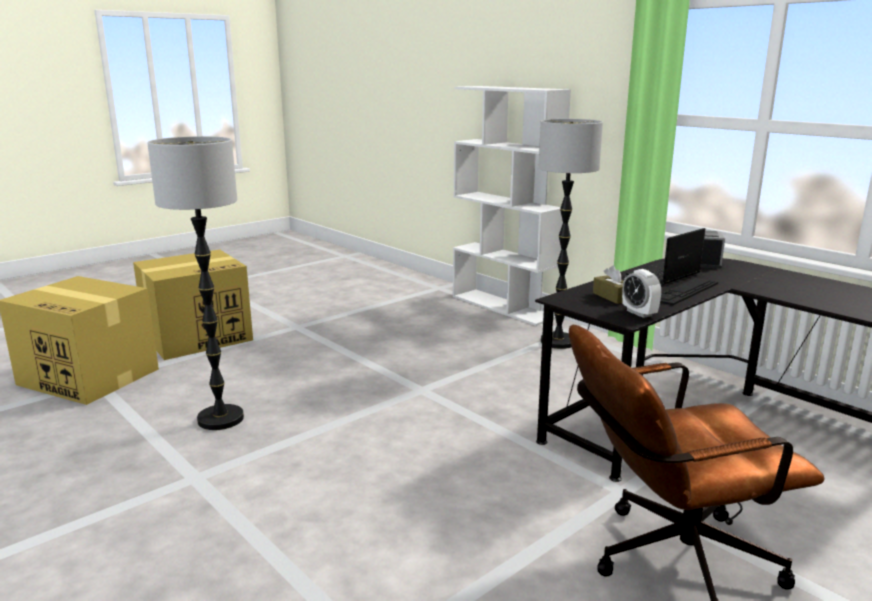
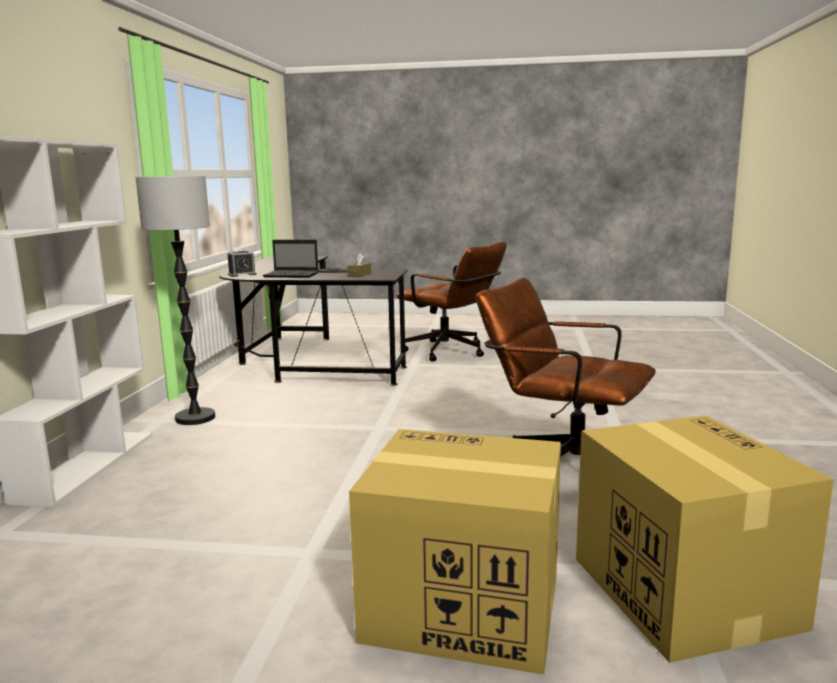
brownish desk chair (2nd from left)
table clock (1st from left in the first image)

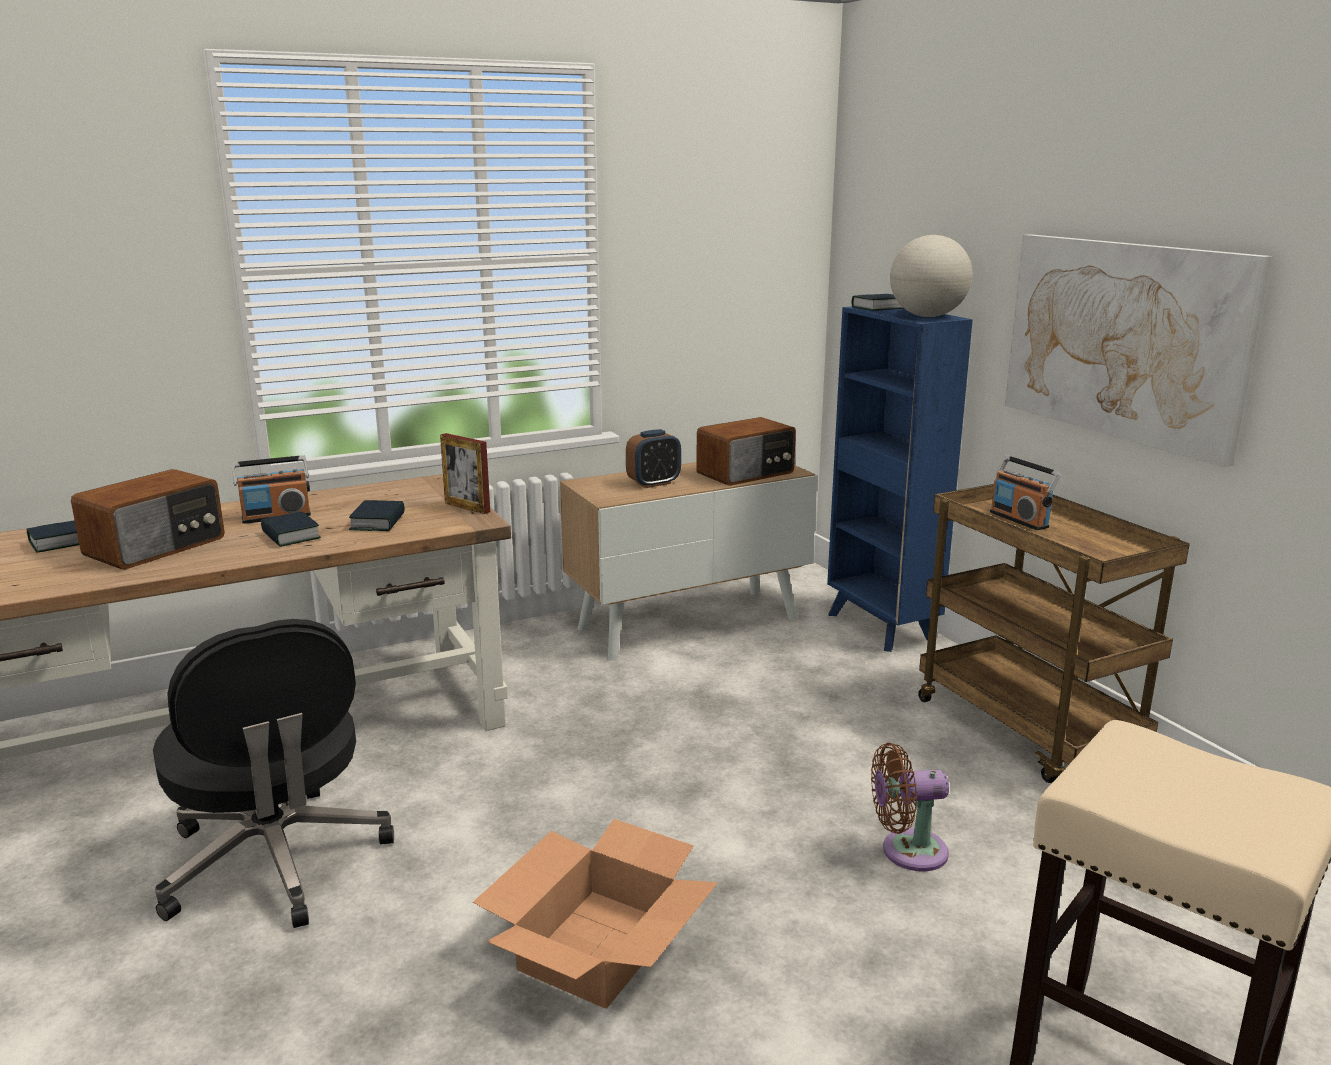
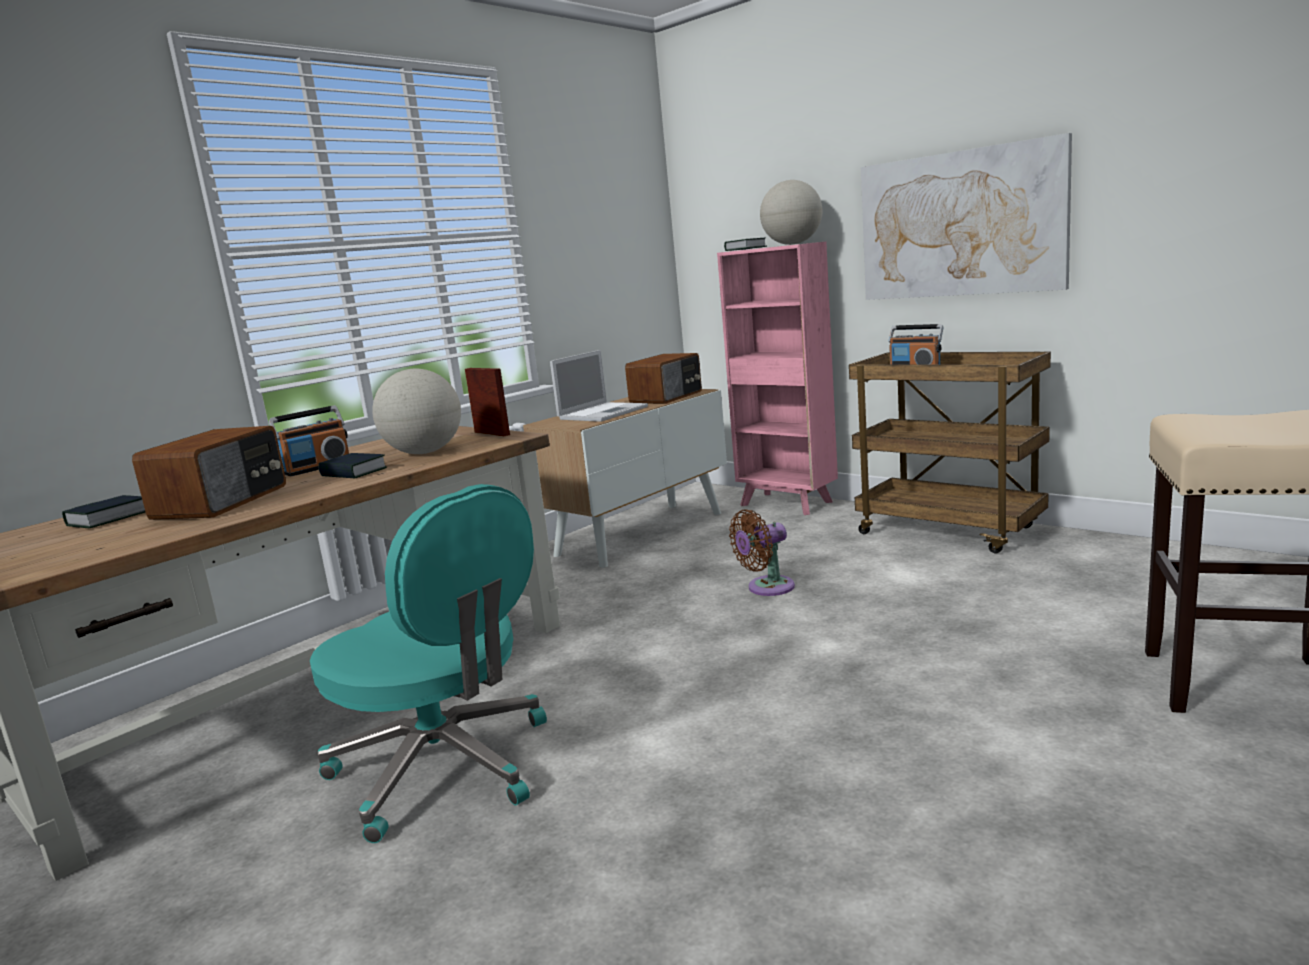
turquoise desk chair
world globe (1st from left)
standing frame
cardboard box
notebook computer
pink-coloured bookcase
brownish cooling fan

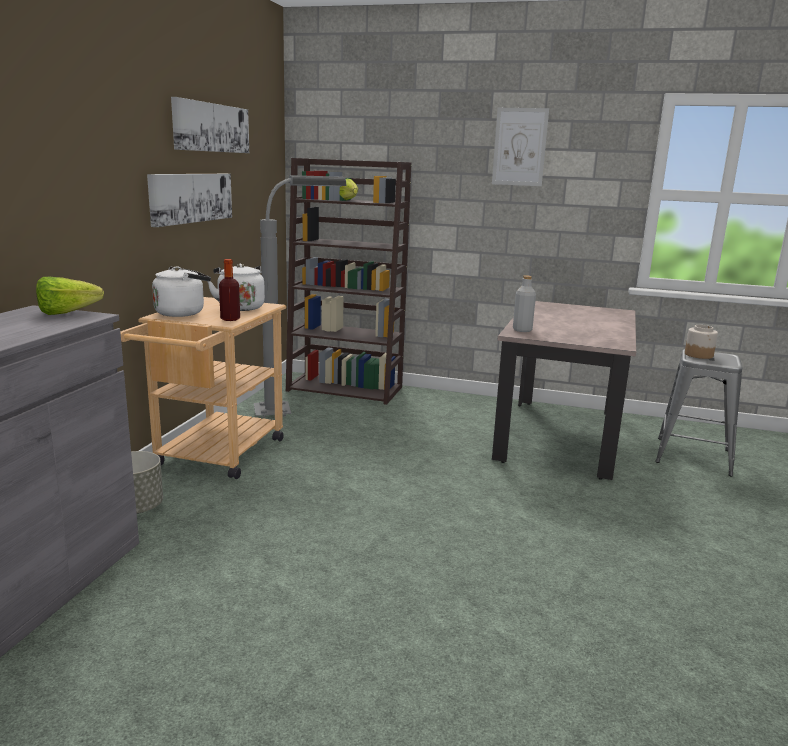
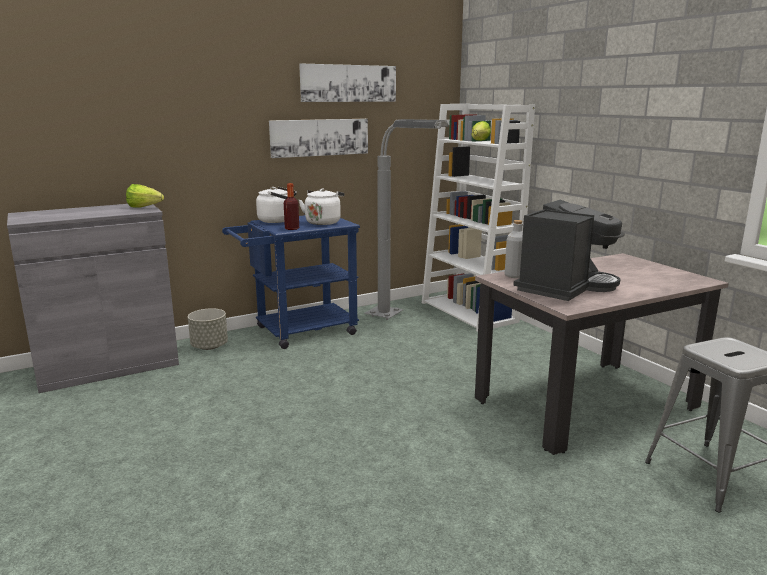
blue trolley
white-coloured bookcase
picture (3rd from left in the first image)
preserve jar
coffee machine

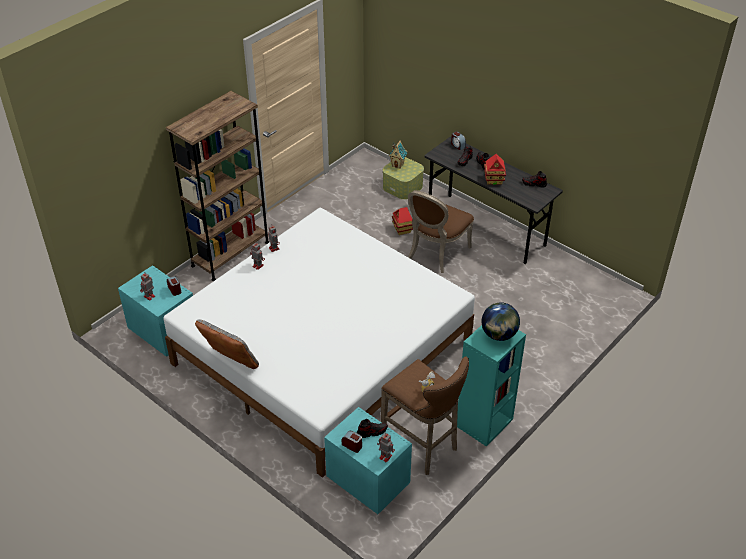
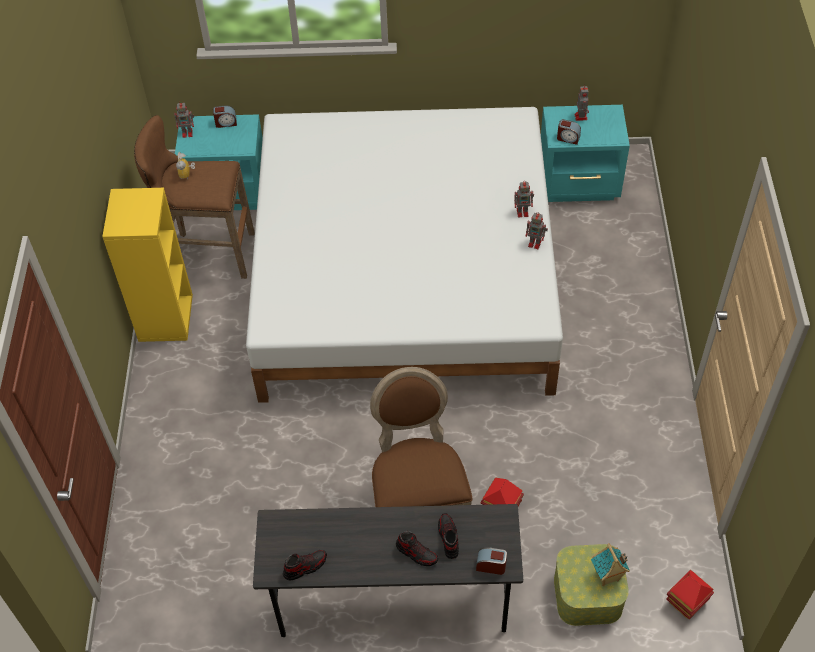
brownish bookcase
gray pillow
shoe (1st from left in the first image)
yellow bookcase
world globe
miniature house (3rd from left)

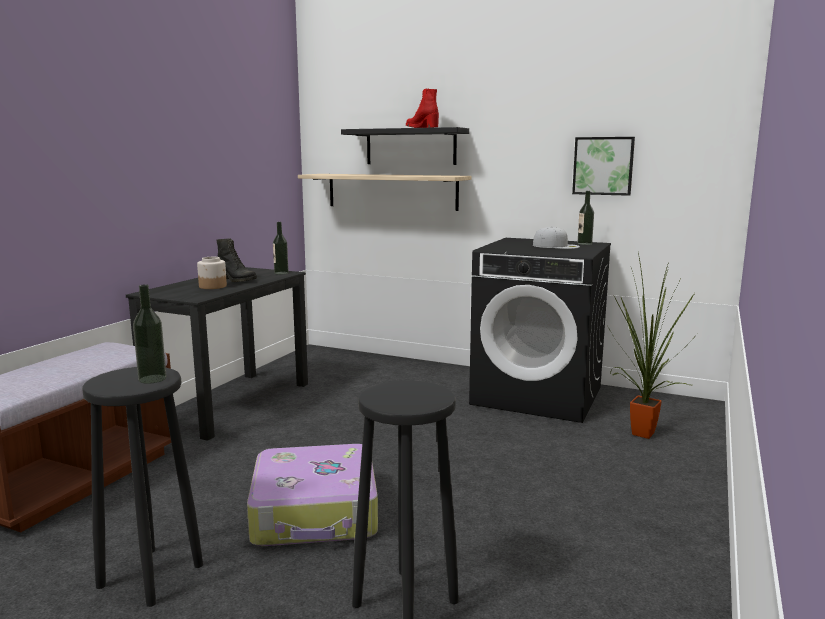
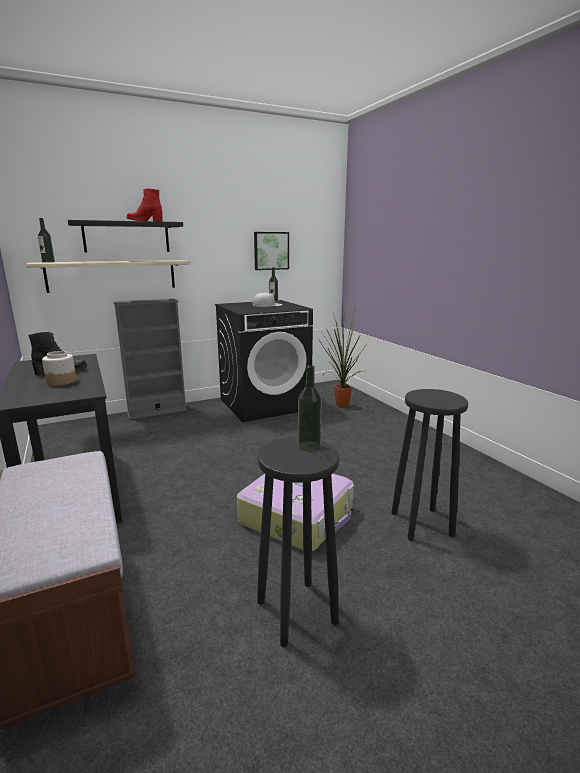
drink bottle (1st from left)
gray bookcase

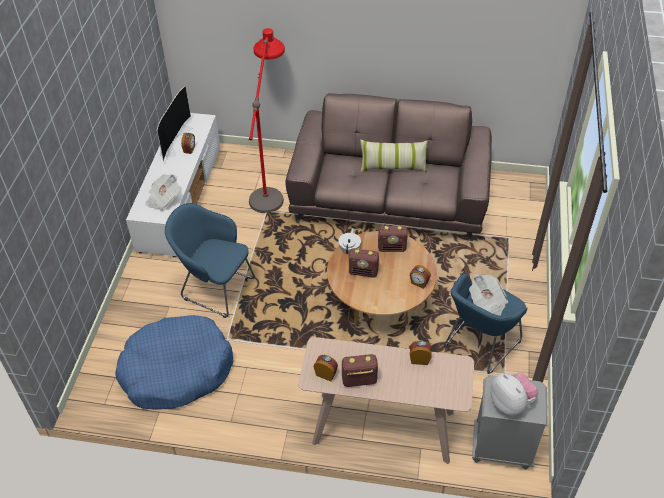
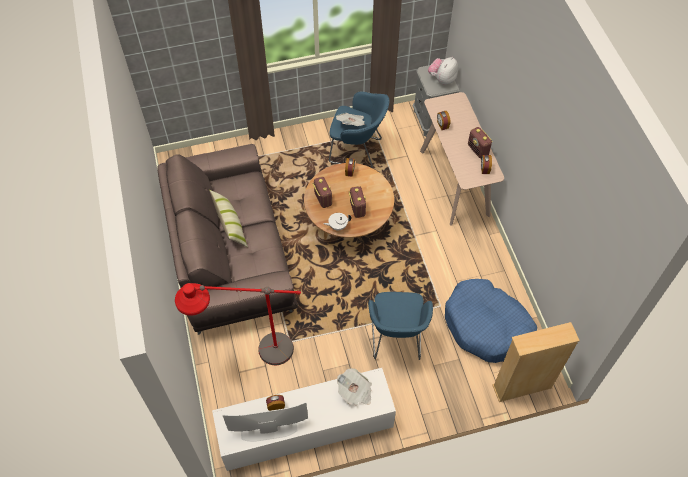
sand-coloured bookcase

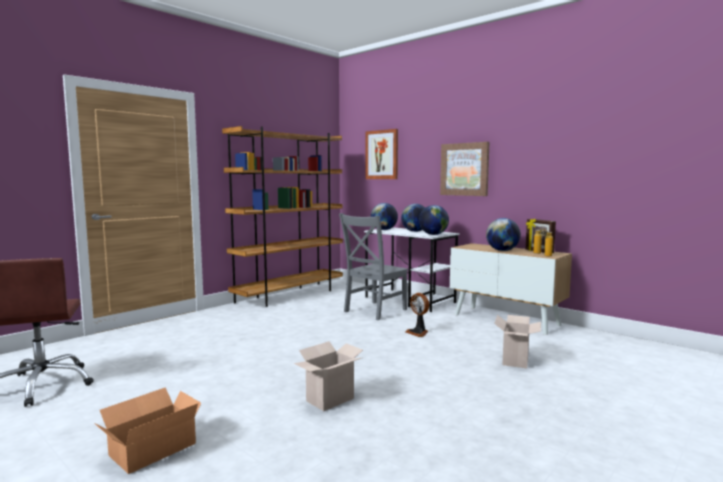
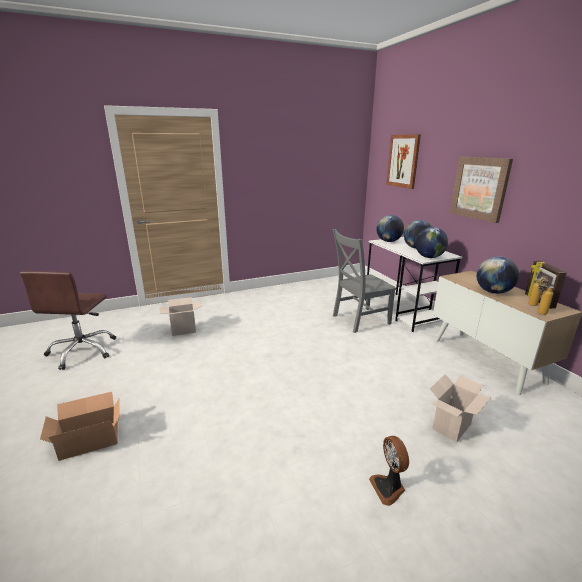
brownish bookcase
cardboard box (2nd from left)
cooling fan

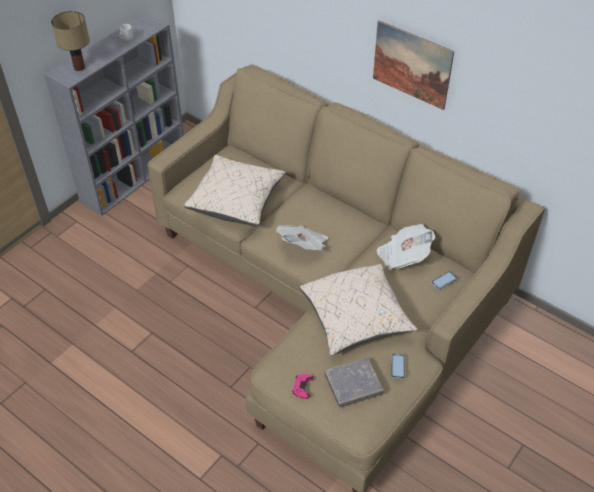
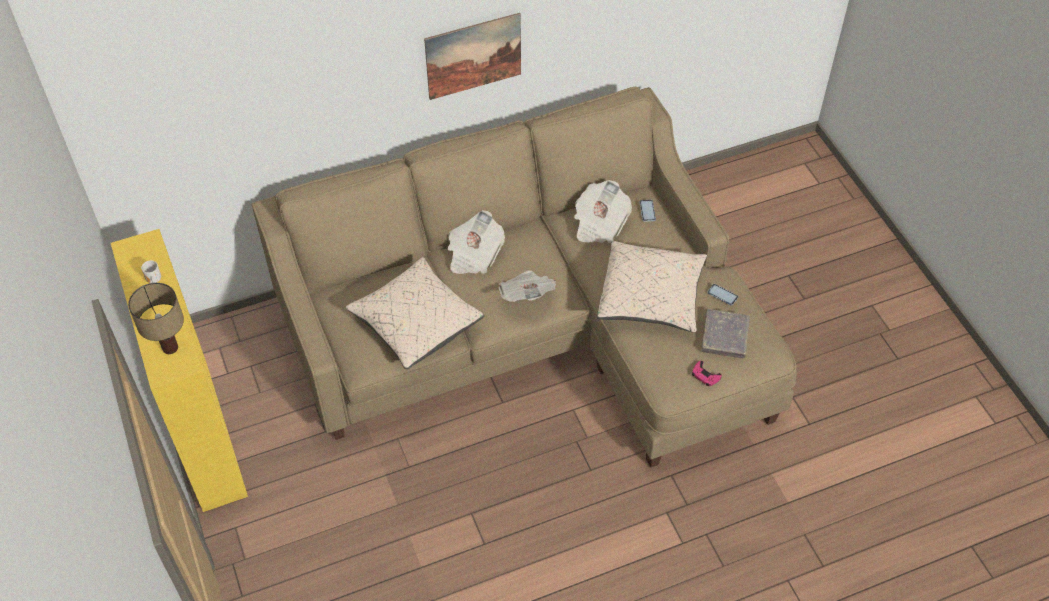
yellow bookcase
newspaper (1st from left)

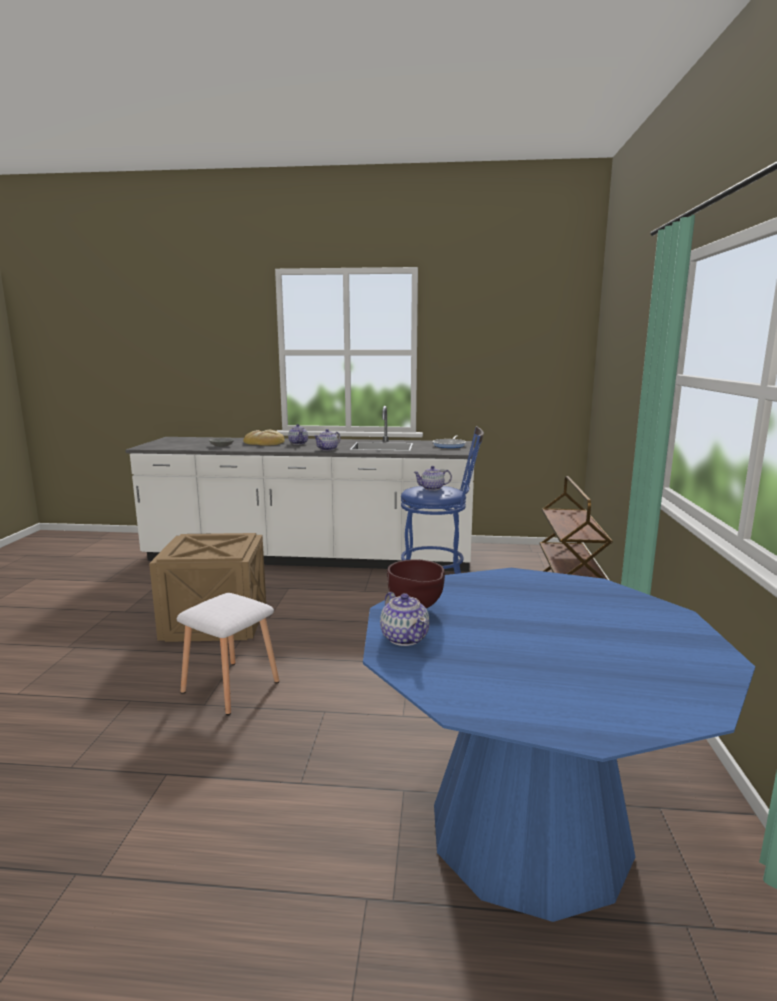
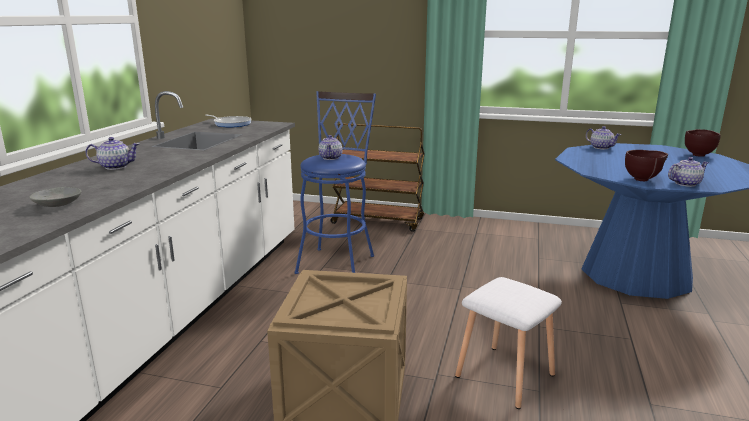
baked bread
tea pot (3rd from left)
brownish bowl (2nd from left)

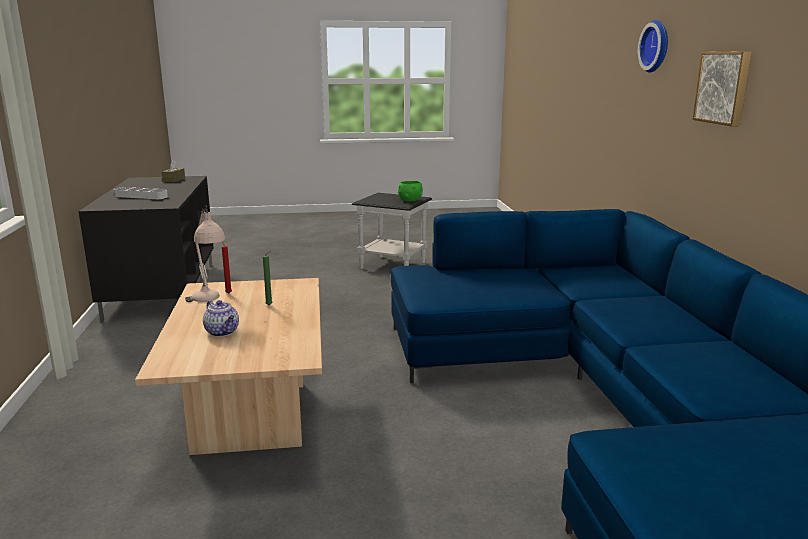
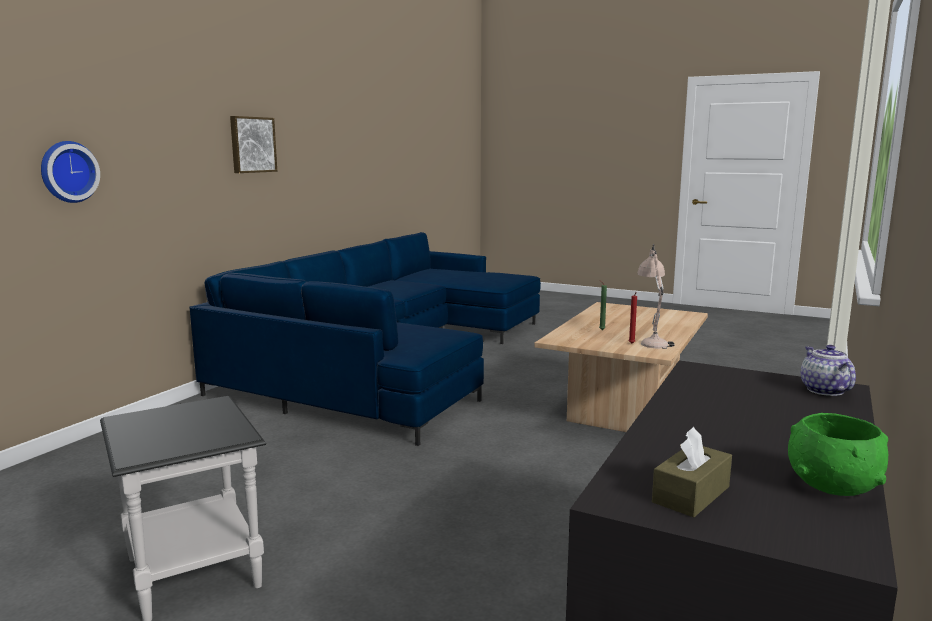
gray serving tray
tea pot
green-coloured bowl
hanging clock

